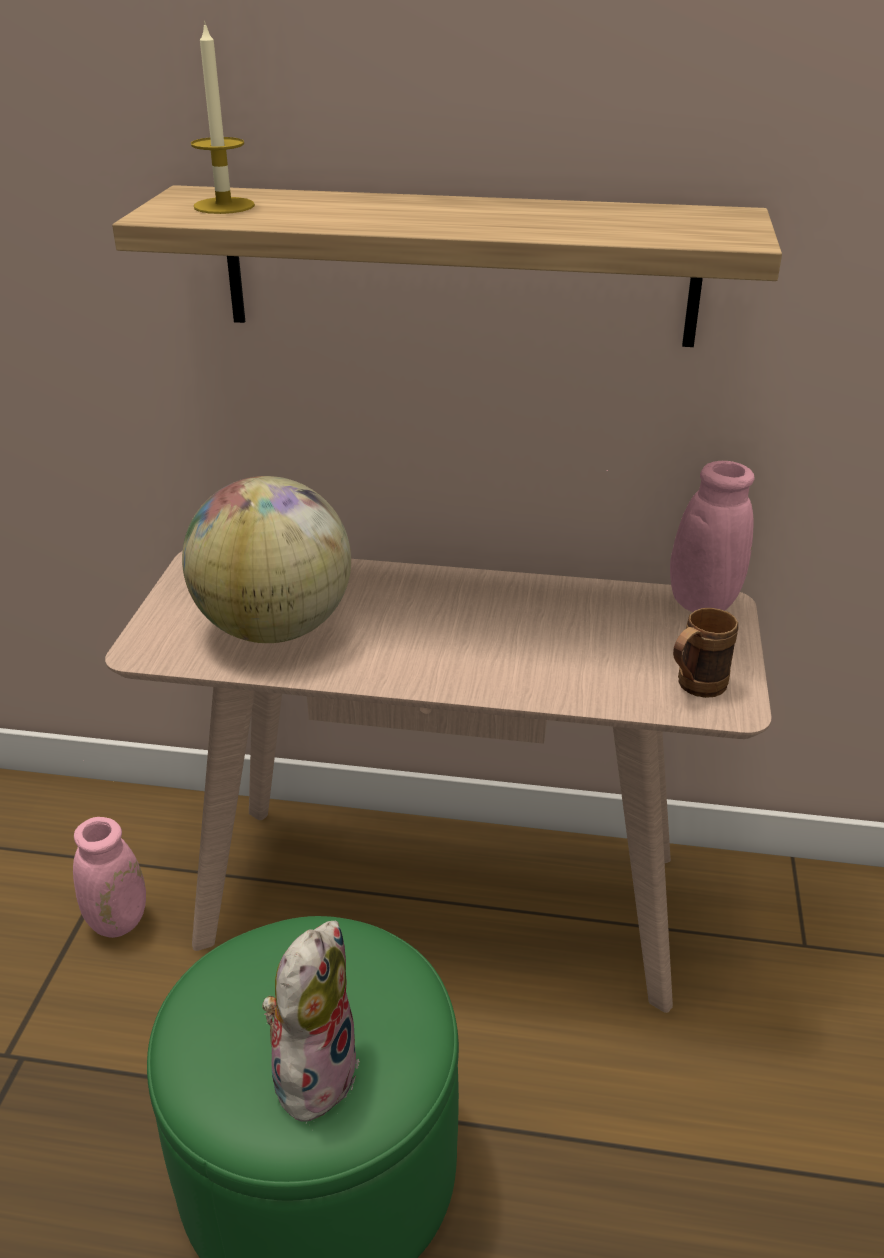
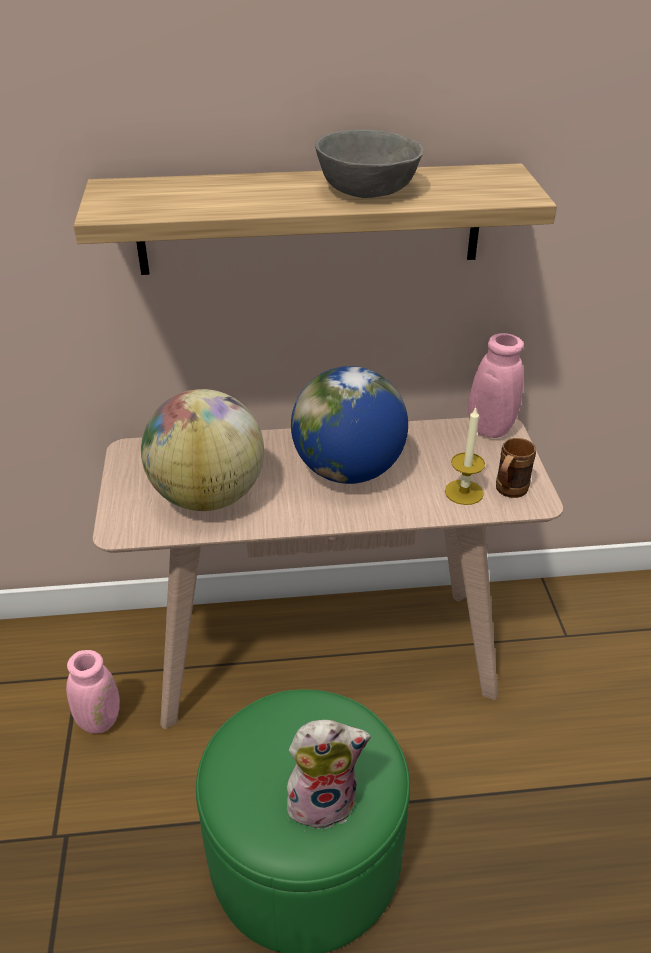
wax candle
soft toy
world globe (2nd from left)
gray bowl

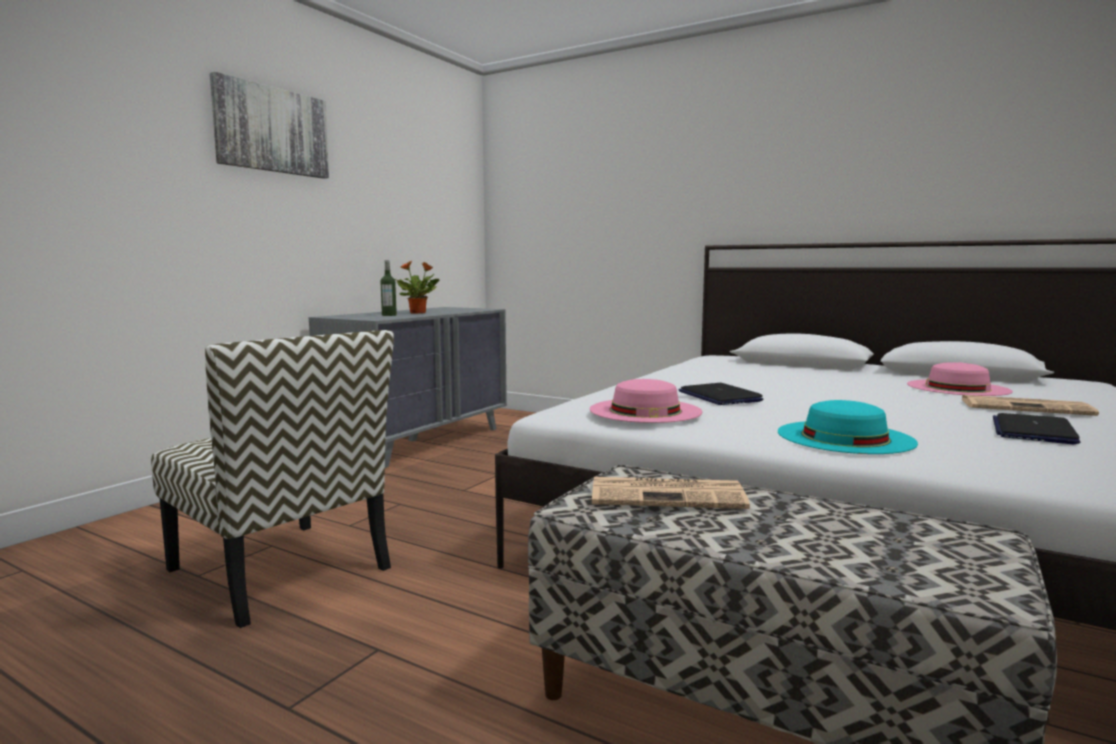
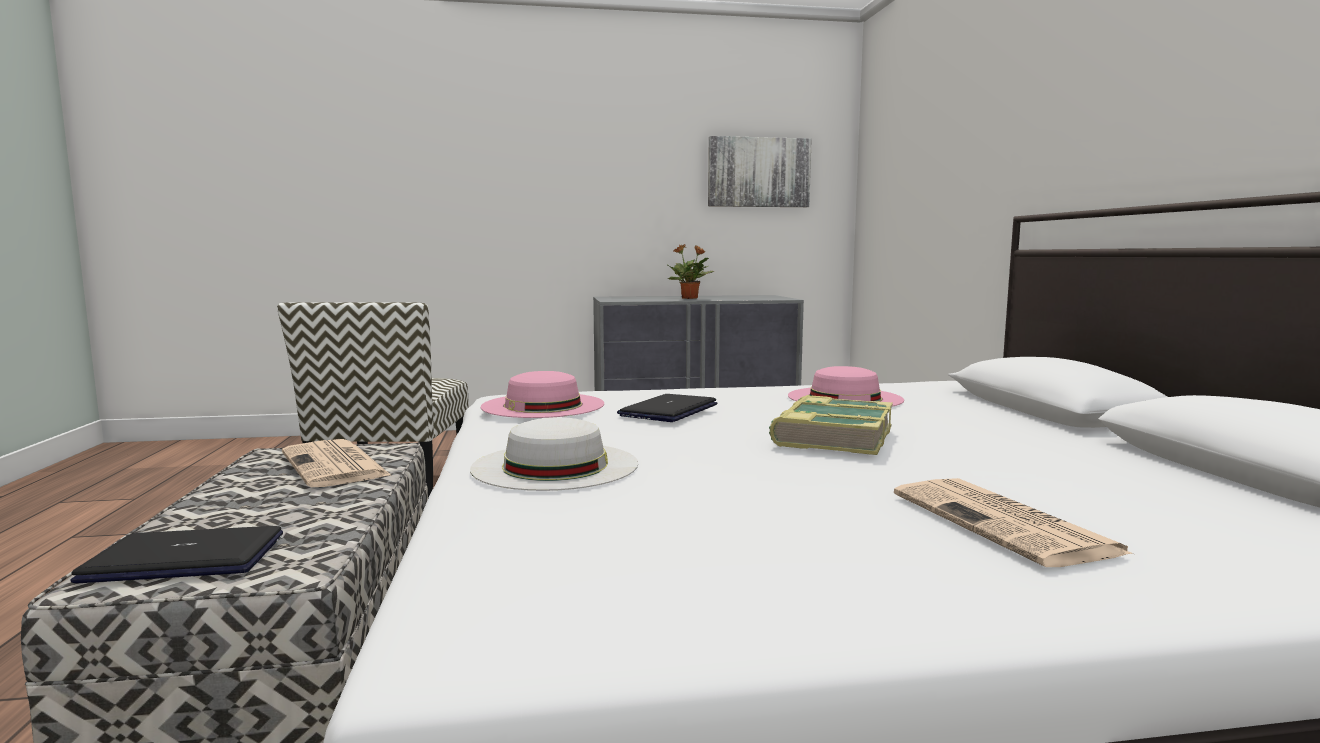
picture
drink bottle
white-coloured wearable hat
pink-coloured wearable hat (2nd from left)
notebook computer (1st from left)
book

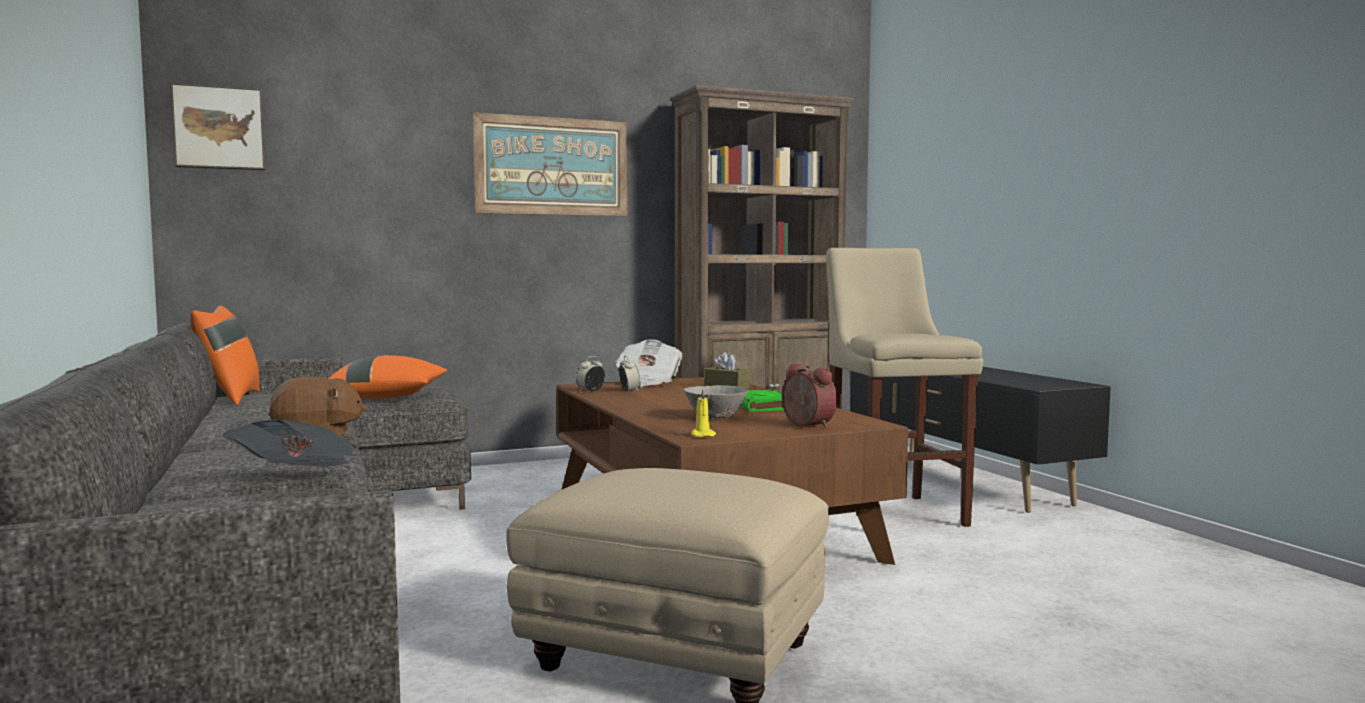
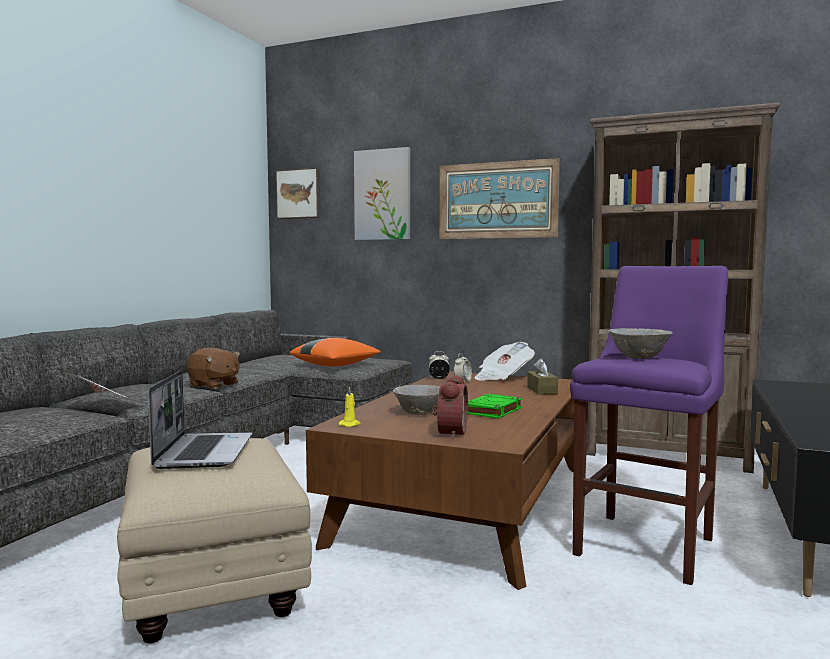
orangey pillow (1st from left in the first image)
purplish sitting stool
notebook computer
picture (2nd from left)
gray bowl (2nd from left)

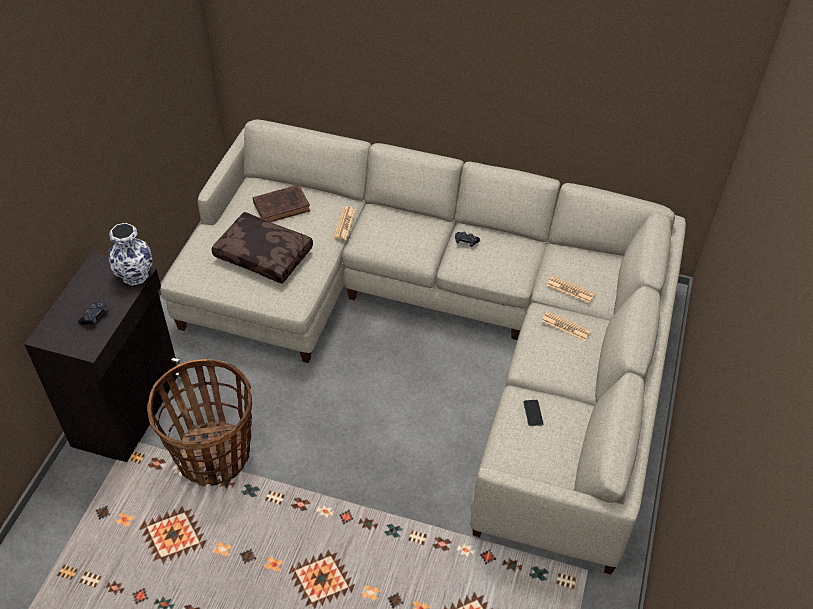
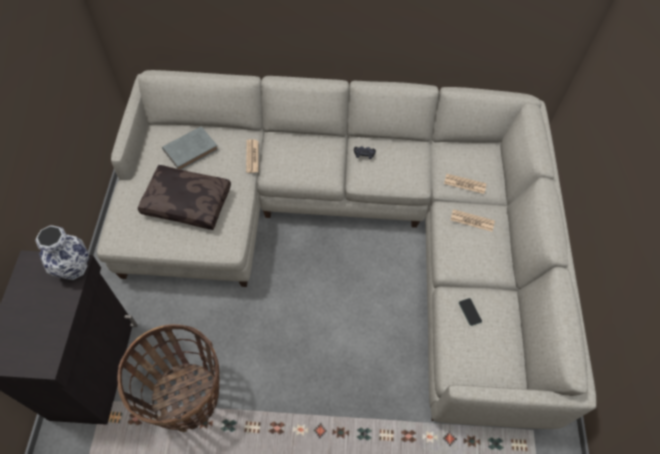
black gamepad (1st from left in the first image)
gray book

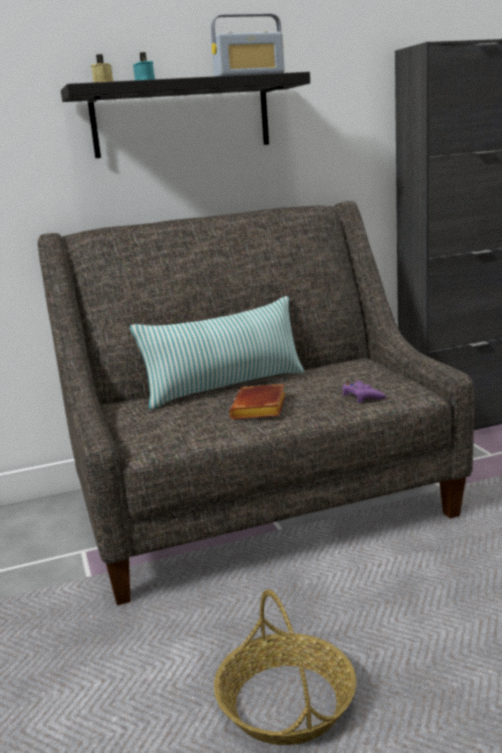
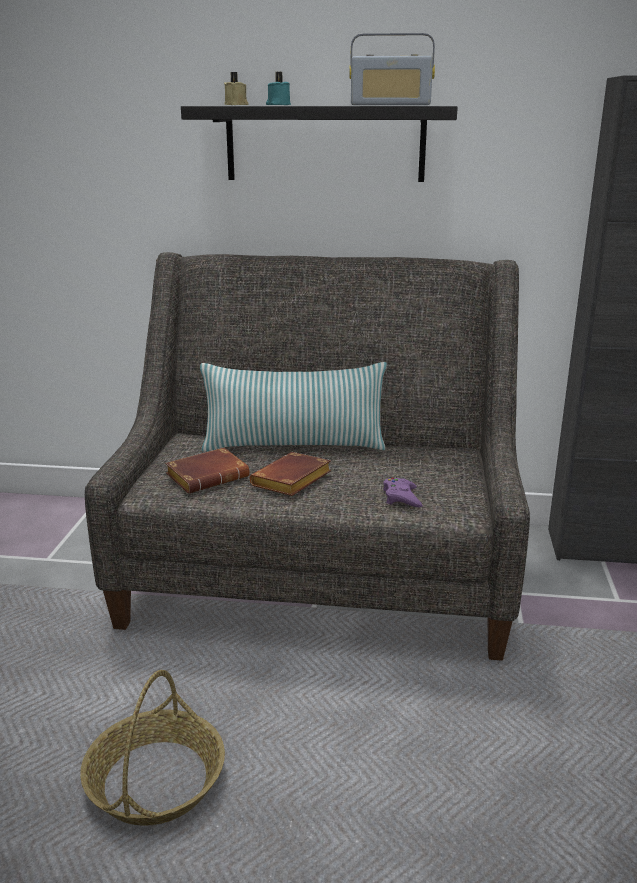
brownish book (1st from left)

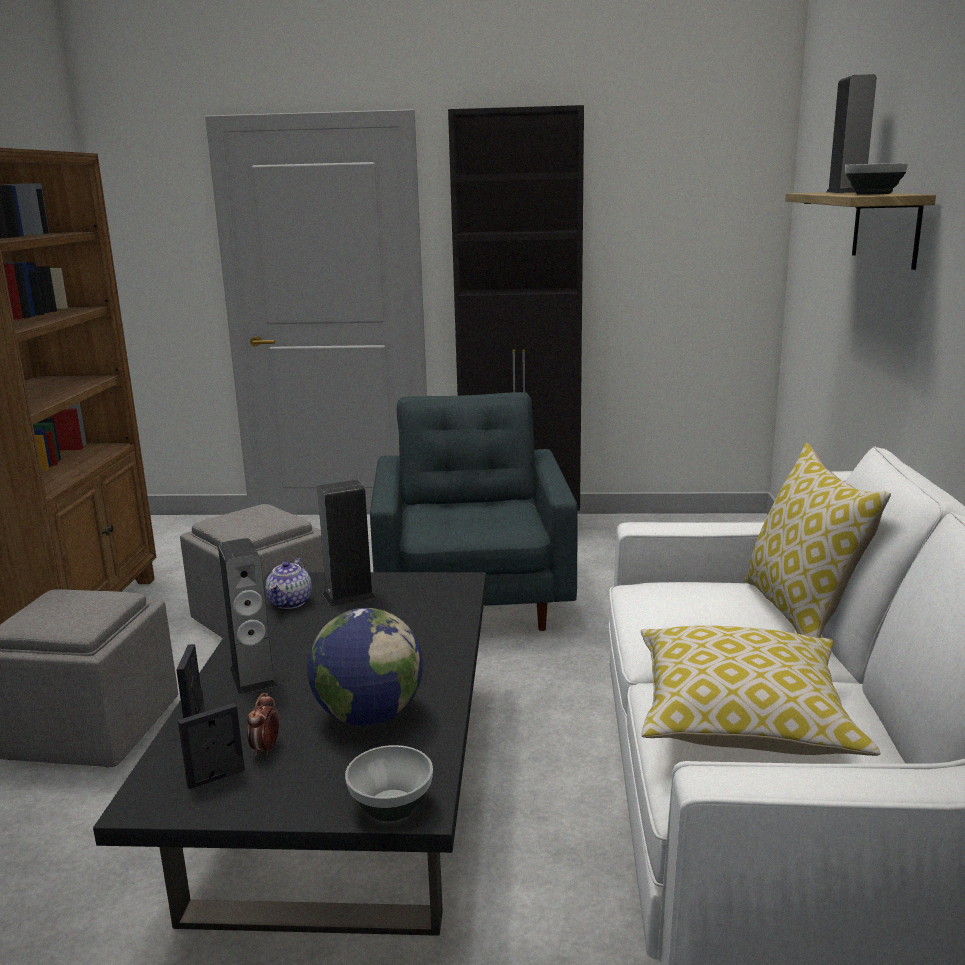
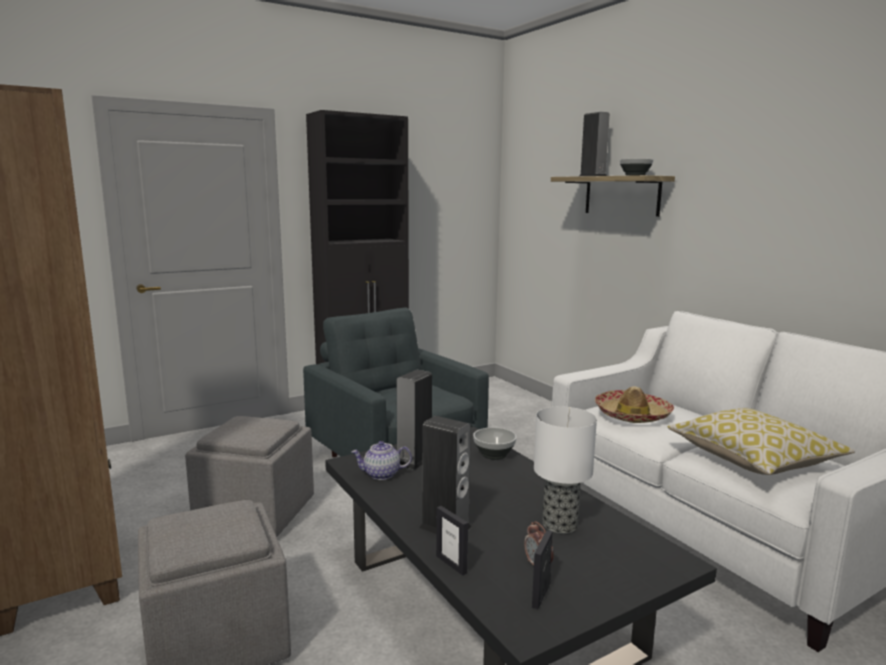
tea pot
lamp for a table
bowl (1st from left)
pillow (2nd from left in the first image)
wearable hat

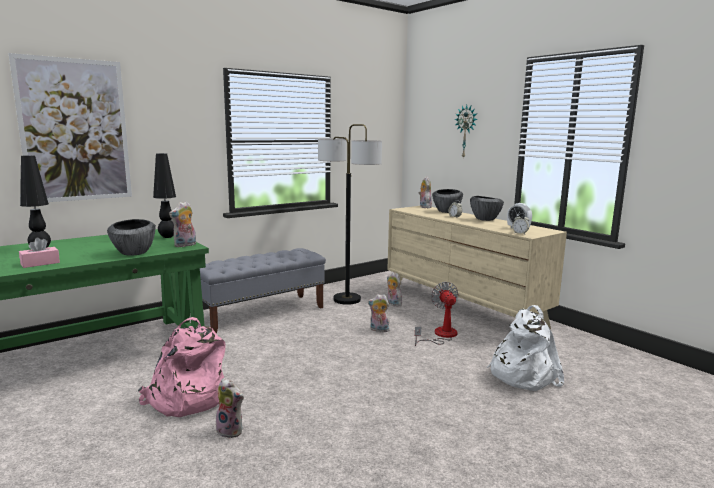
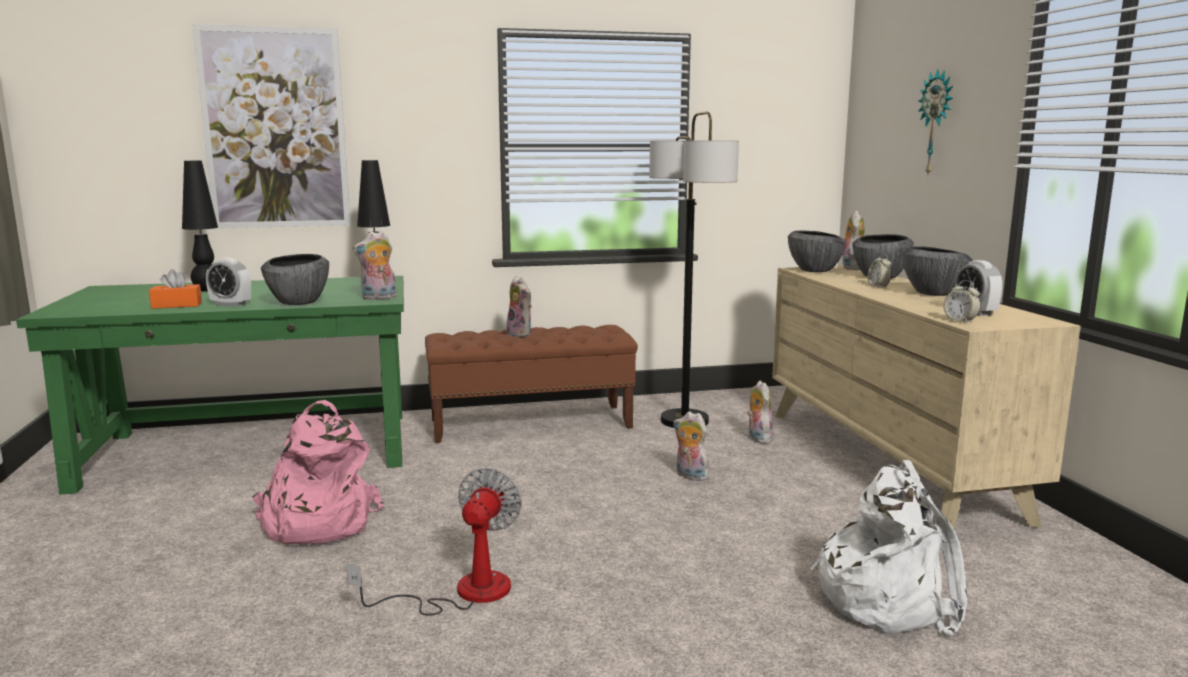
orangey tissue holder
brownish bench
soft toy (2nd from left)
cooling fan
table clock (1st from left)
bowl (2nd from left)

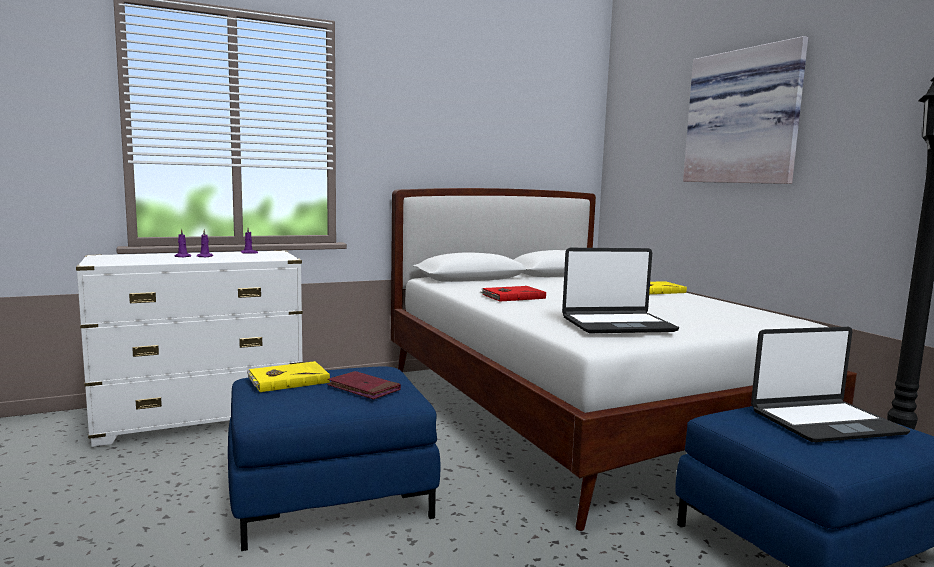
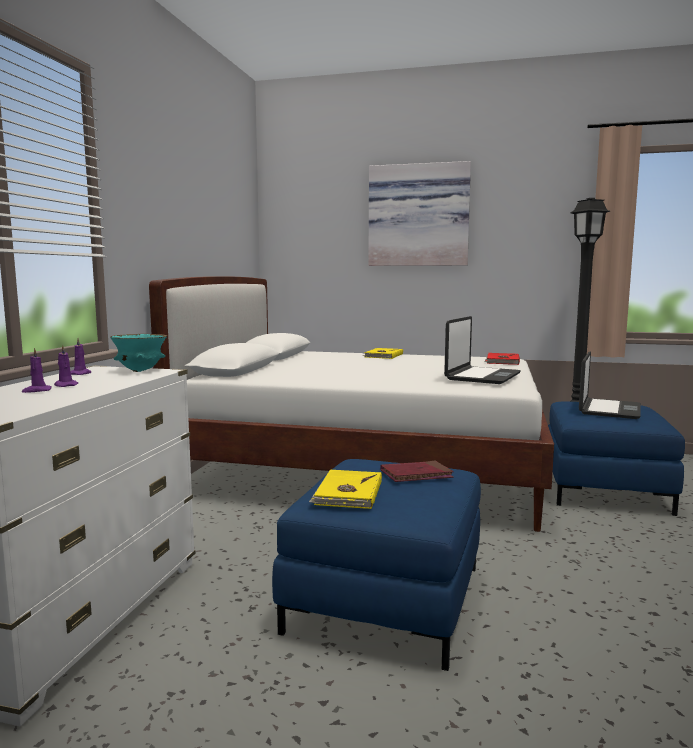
red book (2nd from left)
turquoise bowl

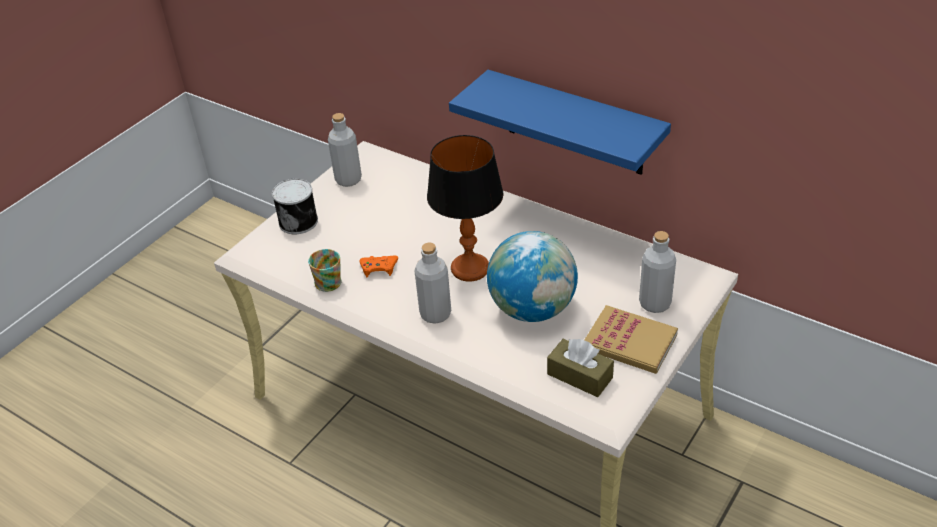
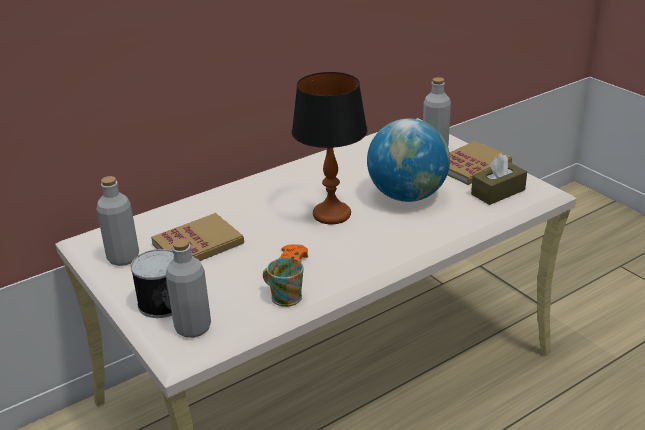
gray drink bottle (2nd from left)
blue bracket shelf
book (1st from left)

